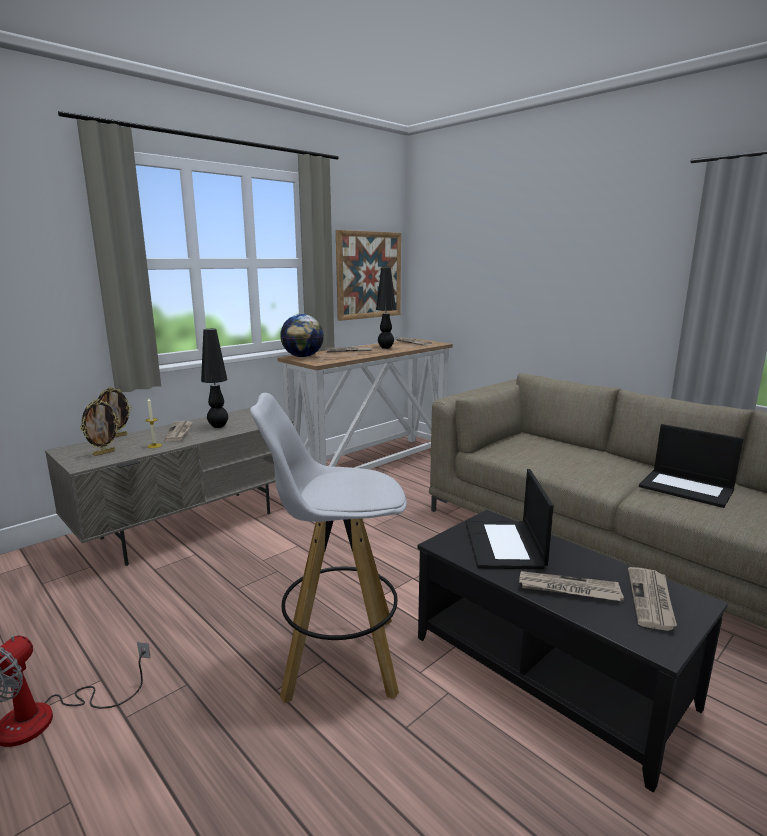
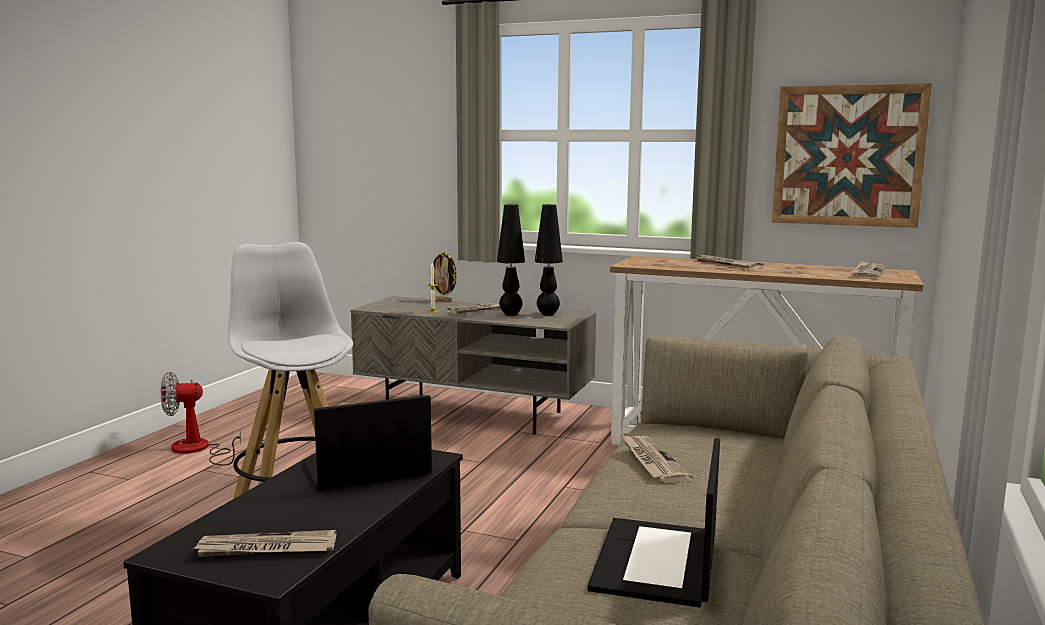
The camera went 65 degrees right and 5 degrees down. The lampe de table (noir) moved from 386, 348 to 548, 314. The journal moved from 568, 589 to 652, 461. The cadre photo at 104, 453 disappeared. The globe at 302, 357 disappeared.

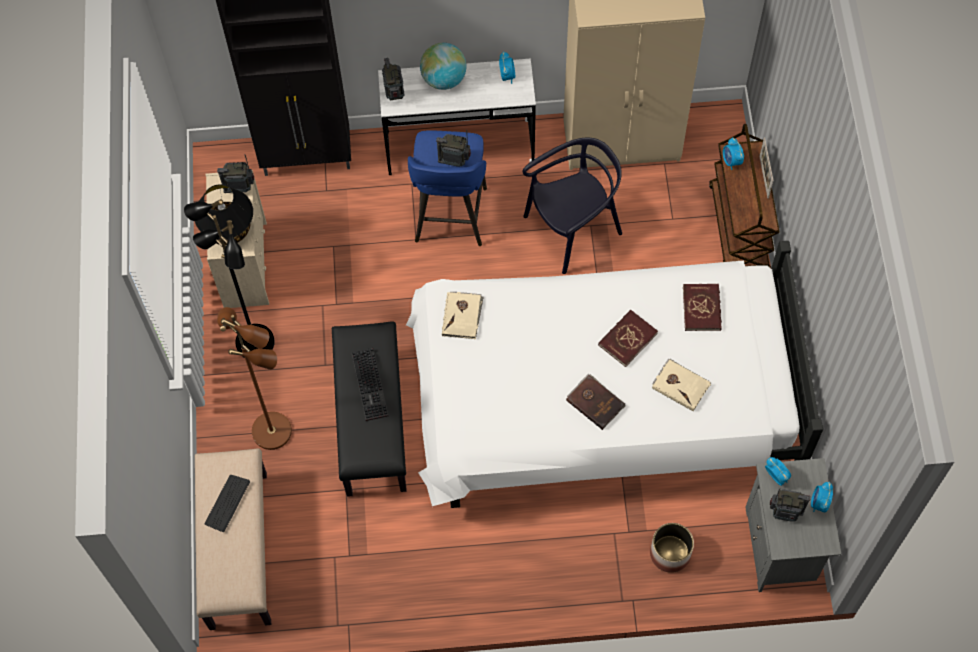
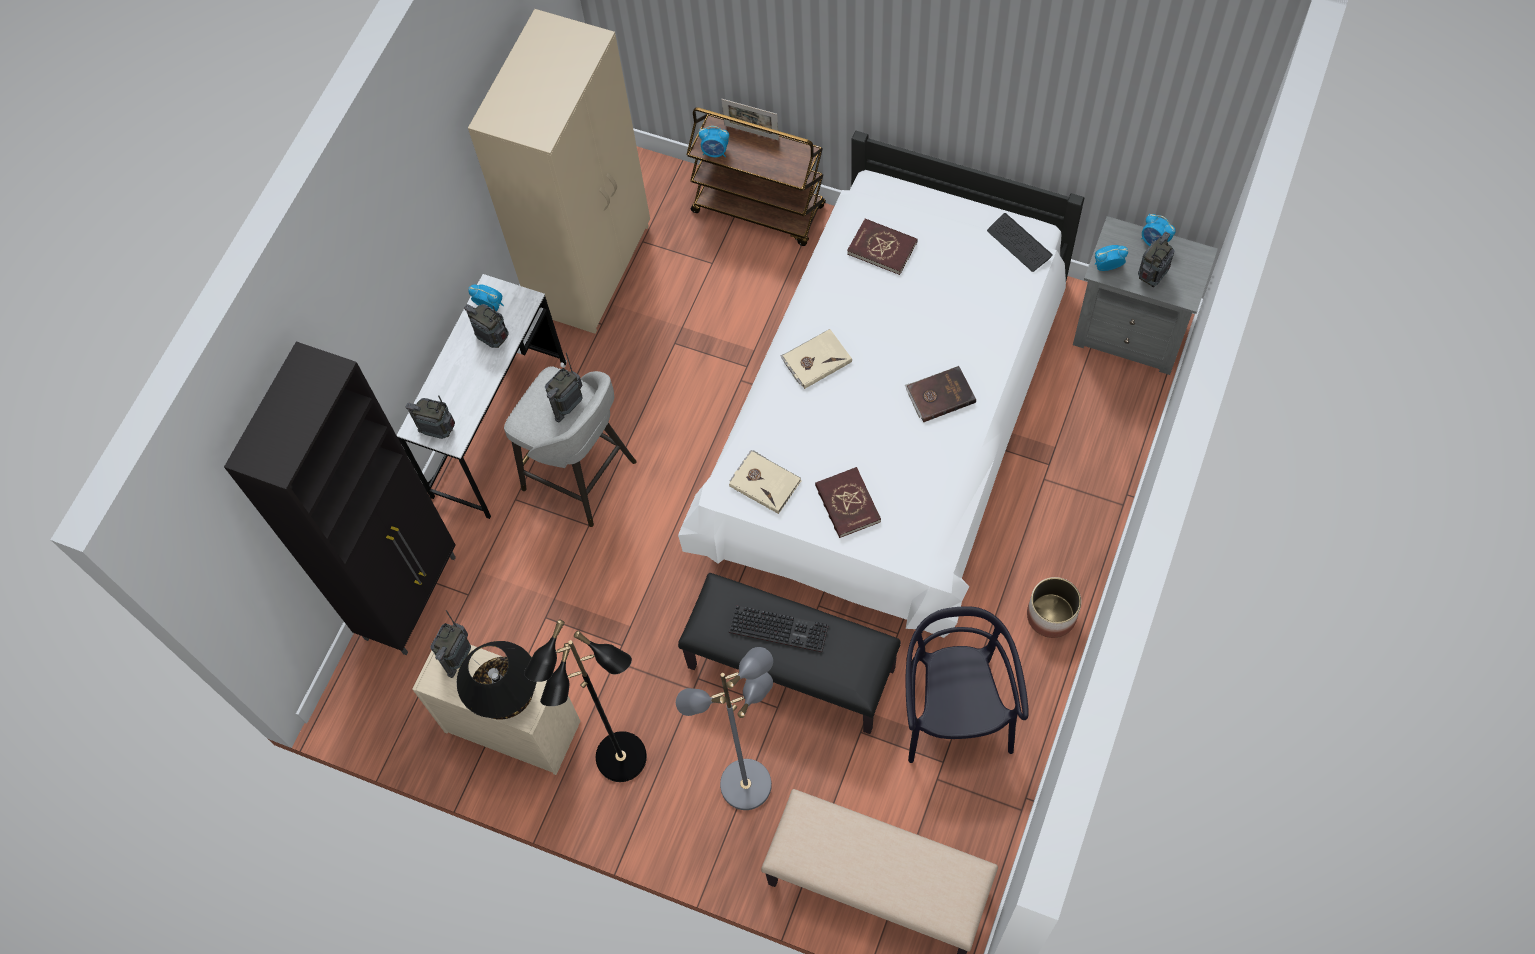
The camera went 60 degrees left and 0 degrees up. The radio at 494, 339 appeared. The tabouret (bleu) at 450, 217 became the tabouret (gris) at 582, 477. The lampadaire (marron) at 273, 430 became the lampadaire (gris) at 745, 783. The livre (beige) moved from 681, 385 to 816, 360. The livre (rouge) moved from 627, 339 to 847, 504. The chaise (noir) moved from 573, 229 to 955, 712. The clavier moved from 227, 503 to 1019, 243. The cache-pot moved from 670, 553 to 1051, 615. The globe at 444, 79 disappeared.

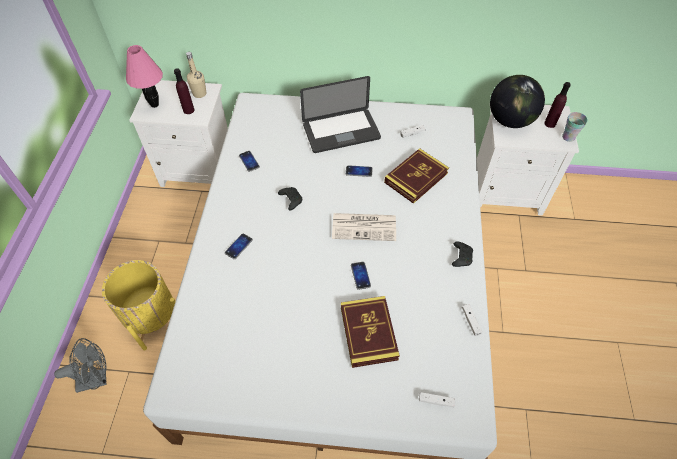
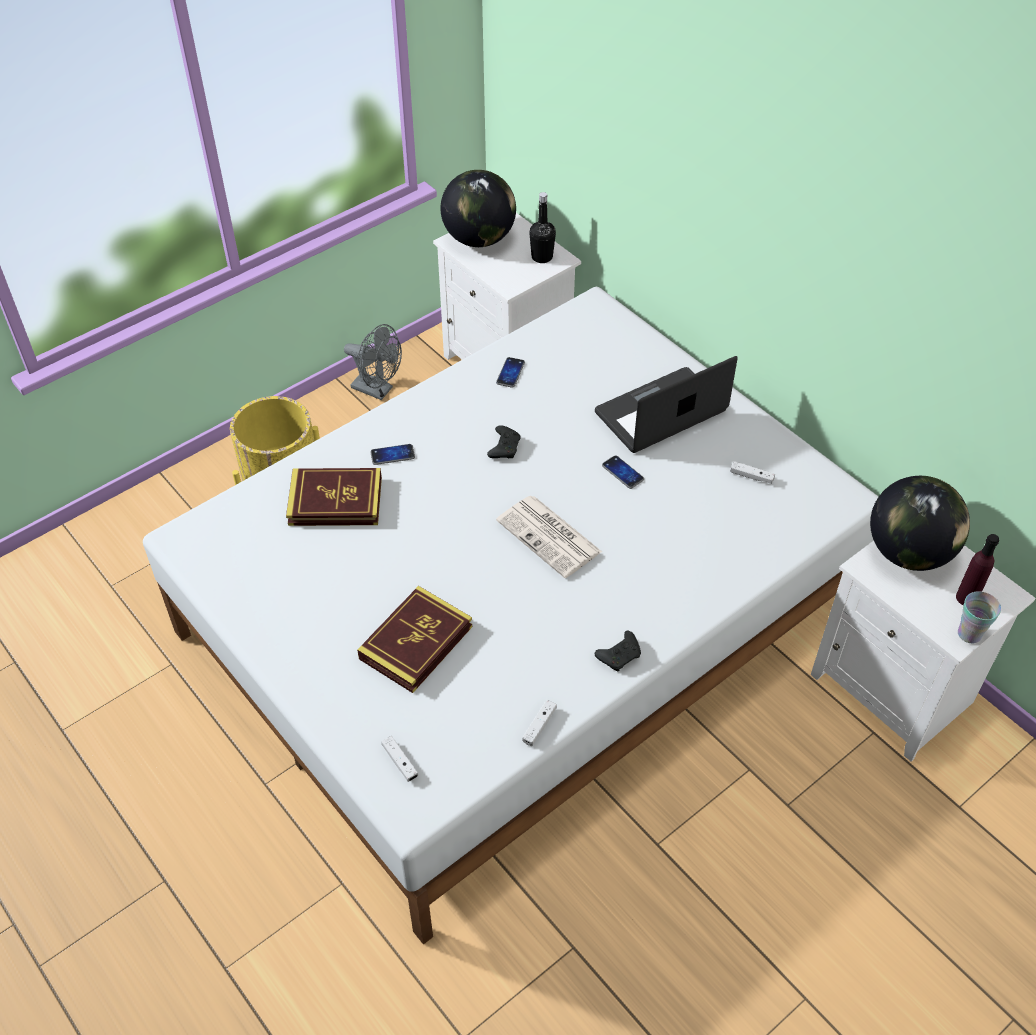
The camera went 45 degrees right and 5 degrees down. The livre moved from 416, 178 to 335, 501. The ventilateur (gris) moved from 97, 379 to 377, 390. The lampe de table (rose) at 155, 104 was replaced by the globe at 479, 239. The bouteille (beige) at 199, 94 became the bouteille (noir) at 542, 257. The ordinateur portable at 341, 132 turned 120 degrees clockwise. The bouteille (violet) at 188, 110 disappeared. The téléphone at 360, 276 disappeared.

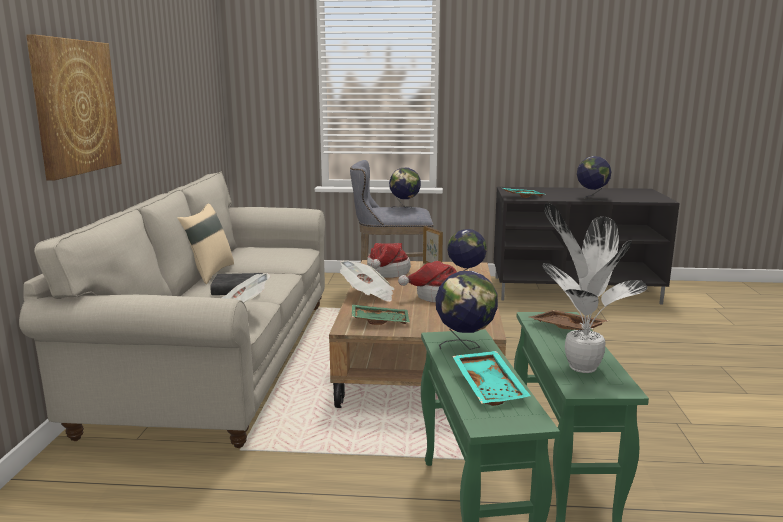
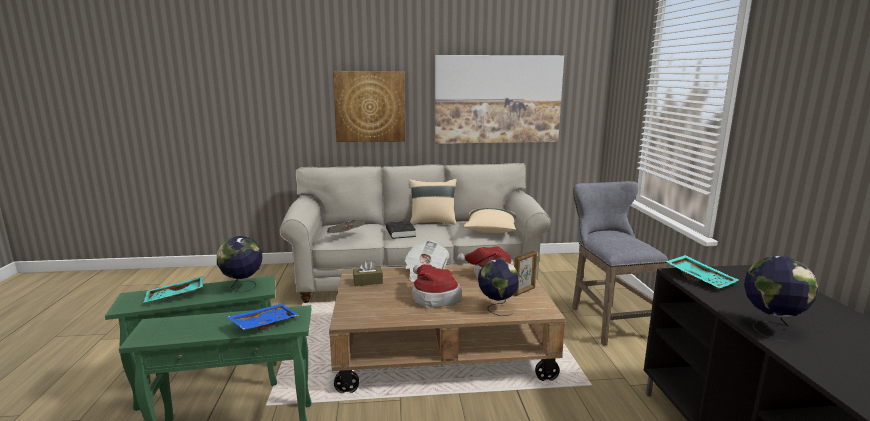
The camera went 80 degrees right and 0 degrees up. The plateau (marron) at 565, 329 became the plateau (bleu) at 264, 323. The plateau (vert) at 380, 321 was replaced by the boîte à mouchoirs (marron) at 368, 281. The tableau at 497, 99 appeared. The coussin (beige) at 490, 231 appeared. The globe at 405, 207 disappeared. The plante en pot at 579, 367 disappeared.

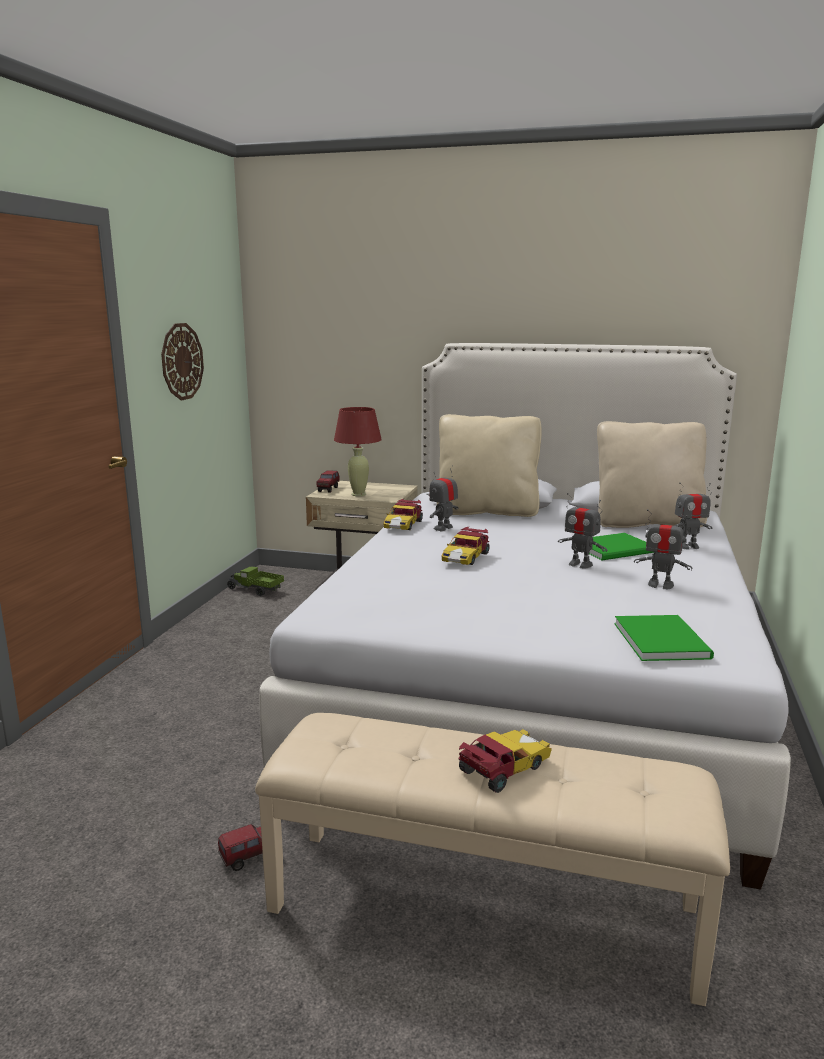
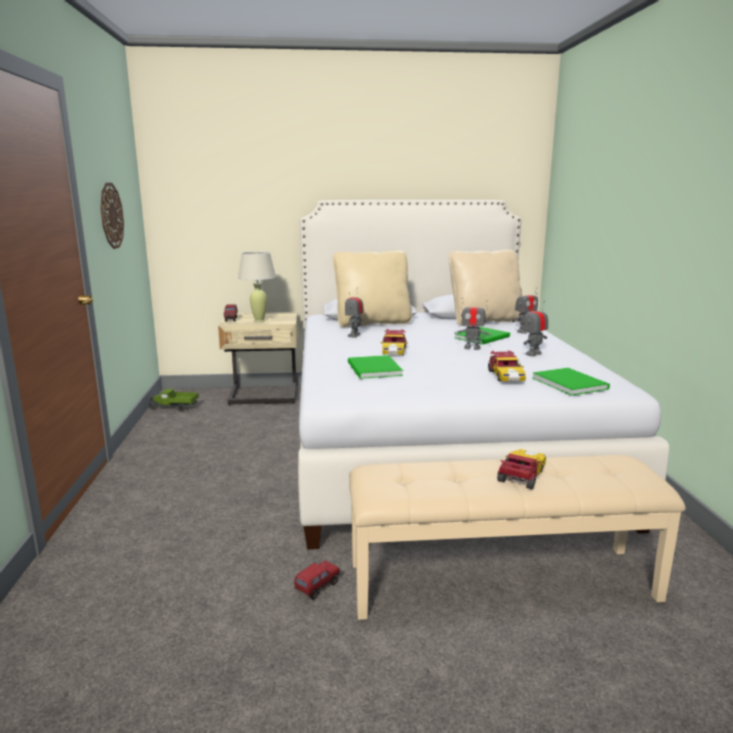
The camera went 20 degrees left and 0 degrees up. The lampe de table (rouge) at 358, 494 became the lampe de table (beige) at 259, 321. The livre (vert) at 373, 369 appeared. The petite voiture moved from 403, 525 to 506, 376. The robot jouet at 660, 585 turned 135 degrees clockwise.

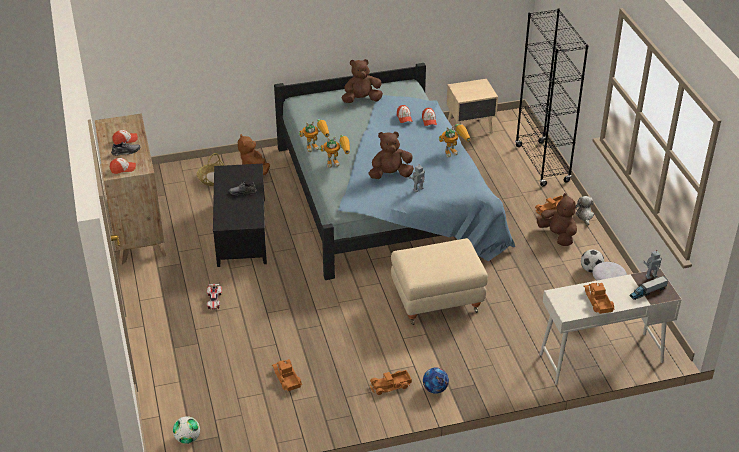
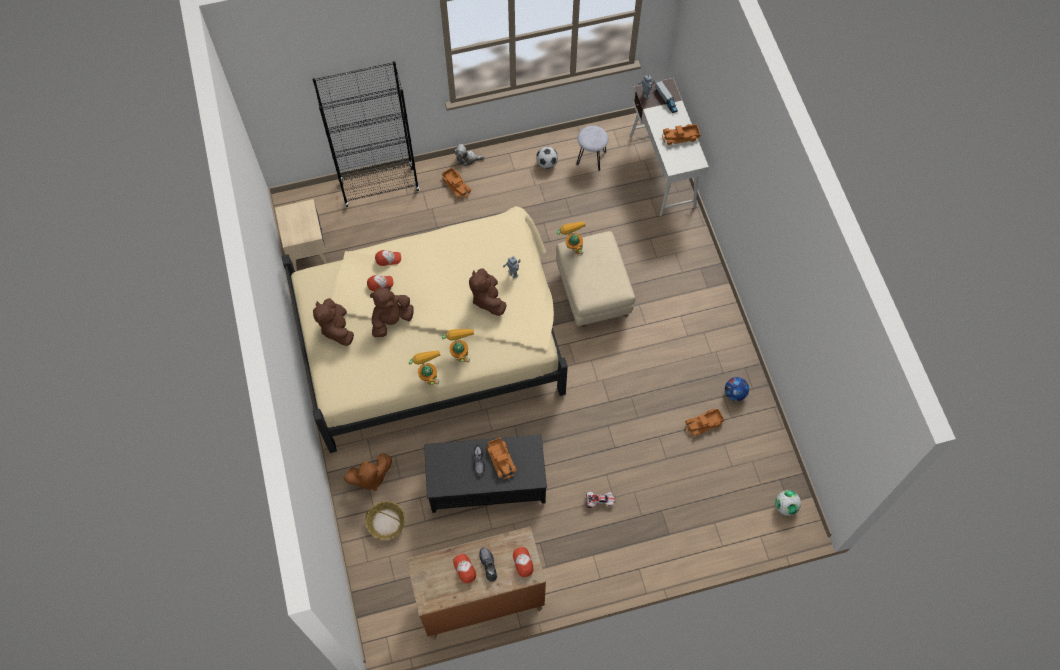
The camera went 90 degrees left and 25 degrees up. The lit (bleu) at 386, 199 became the lit (beige) at 434, 336. The peluche (marron) moved from 557, 235 to 391, 320. The camion jouet moved from 391, 386 to 501, 459. The robot jouet moved from 454, 151 to 572, 246. The ballon de foot moved from 435, 389 to 735, 393.

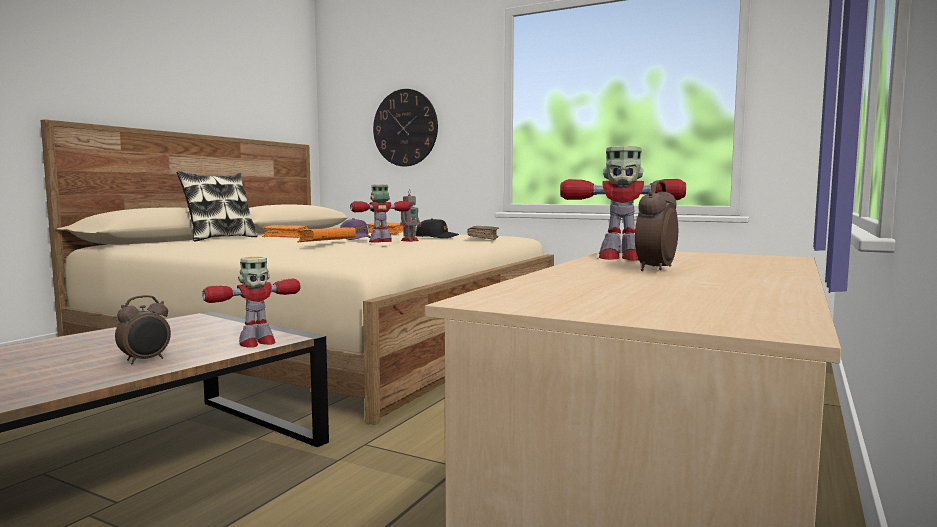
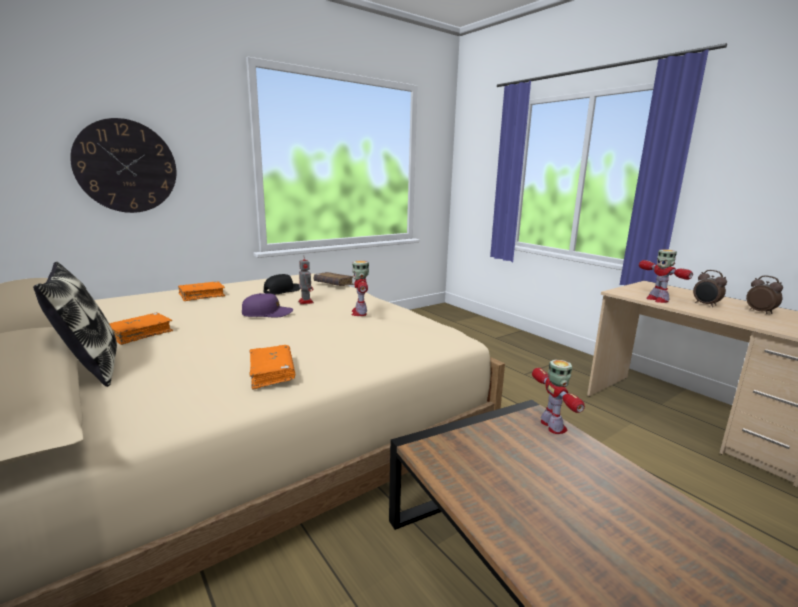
The camera went 65 degrees left and 10 degrees up. The livre (orange) moved from 326, 242 to 272, 373. The robot jouet at 619, 258 turned 120 degrees clockwise. The réveil moved from 146, 360 to 760, 312.

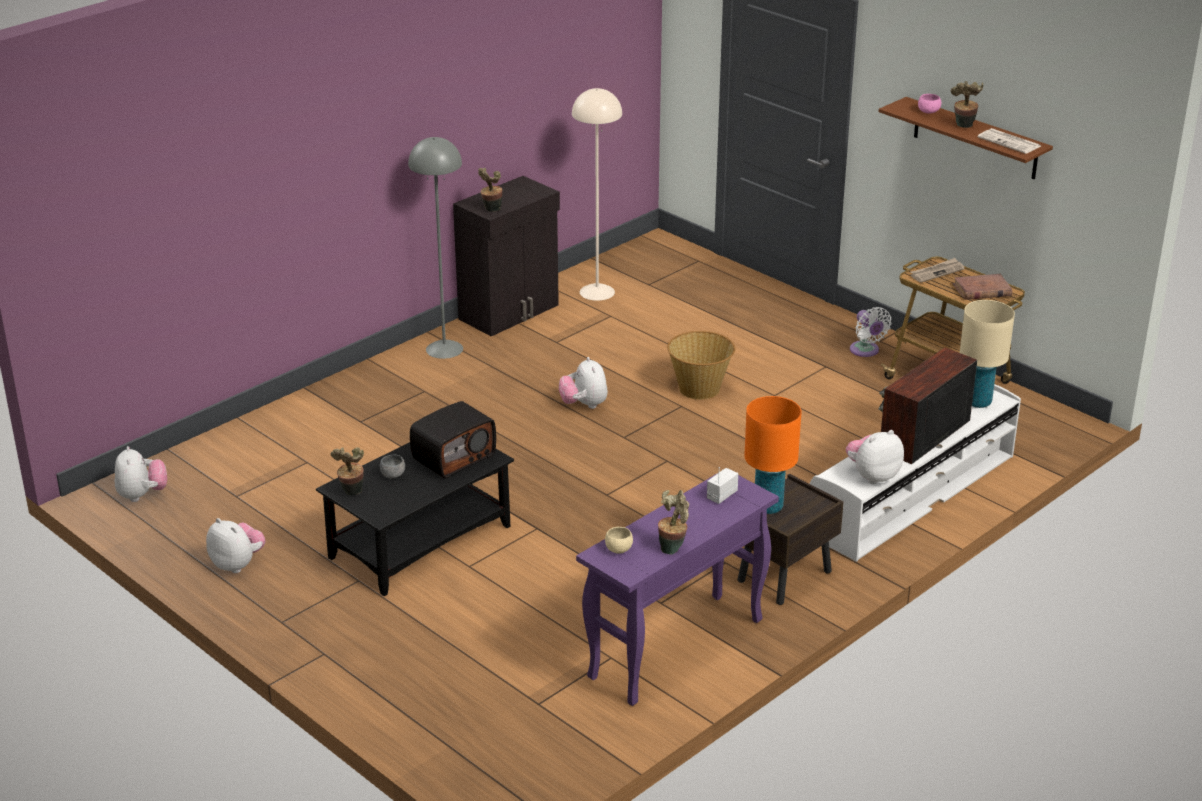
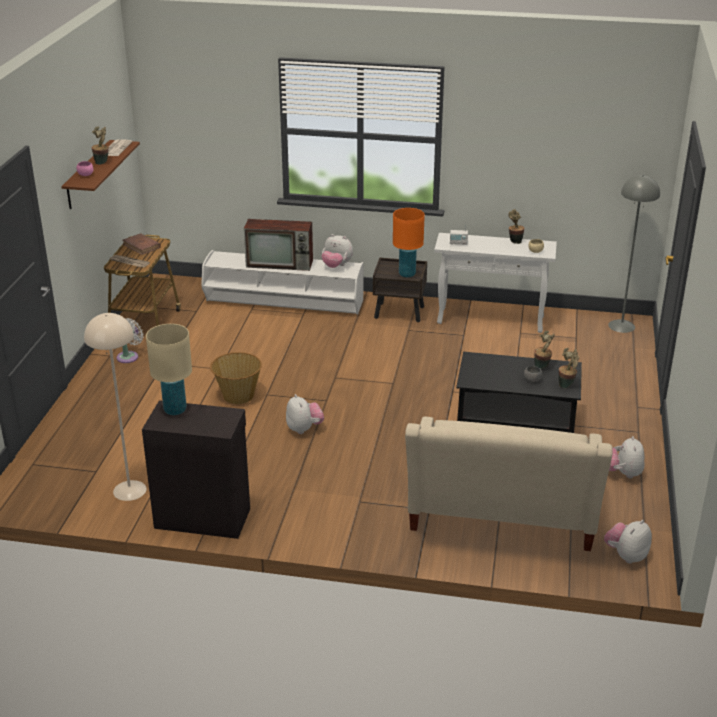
The camera went 125 degrees left and 0 degrees up. The lampe de table (beige) moved from 978, 402 to 175, 410. The peluche at 584, 405 turned 60 degrees counterclockwise. The canapé (beige) at 501, 520 appeared. The table console (violet) at 675, 650 became the table console (blanc) at 491, 320. The plante en pot moved from 491, 210 to 542, 366. The lampadaire (gris) moved from 444, 349 to 622, 326. The radio at 453, 457 disappeared.

